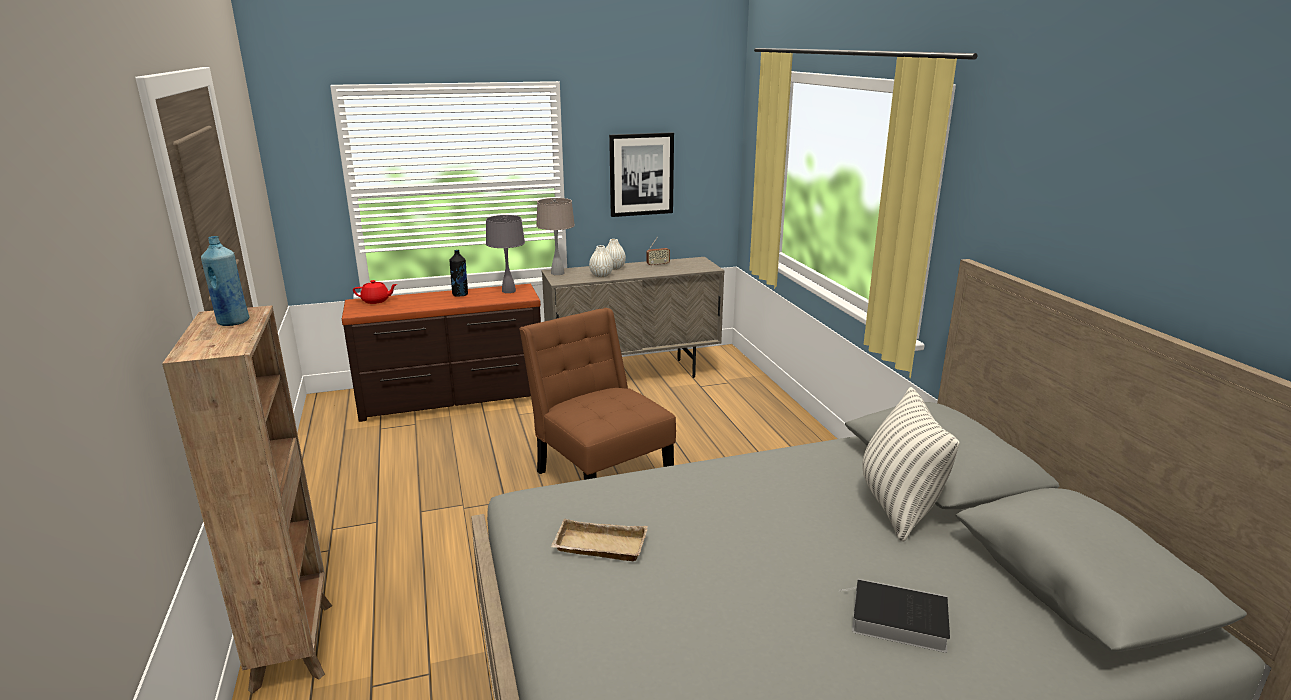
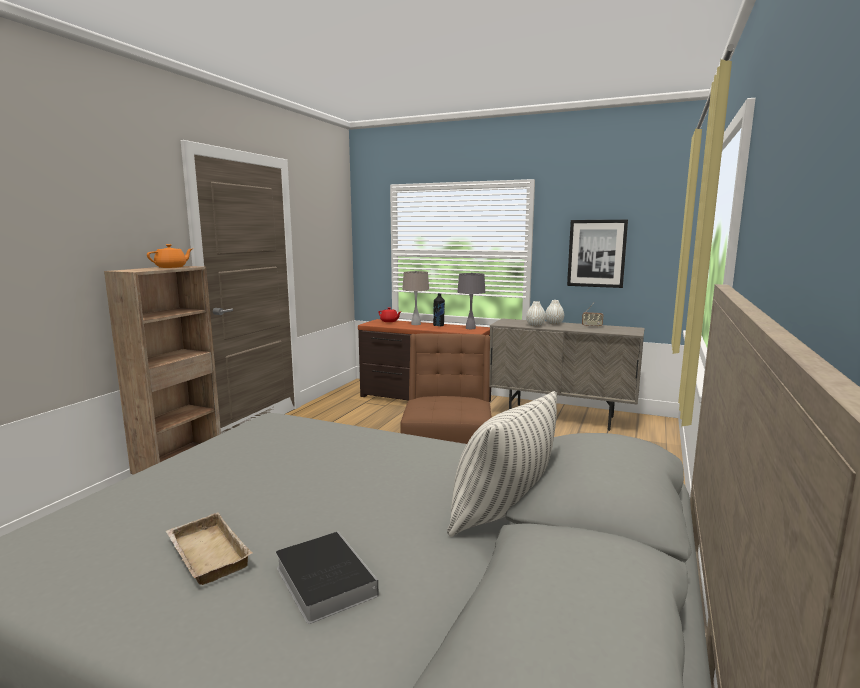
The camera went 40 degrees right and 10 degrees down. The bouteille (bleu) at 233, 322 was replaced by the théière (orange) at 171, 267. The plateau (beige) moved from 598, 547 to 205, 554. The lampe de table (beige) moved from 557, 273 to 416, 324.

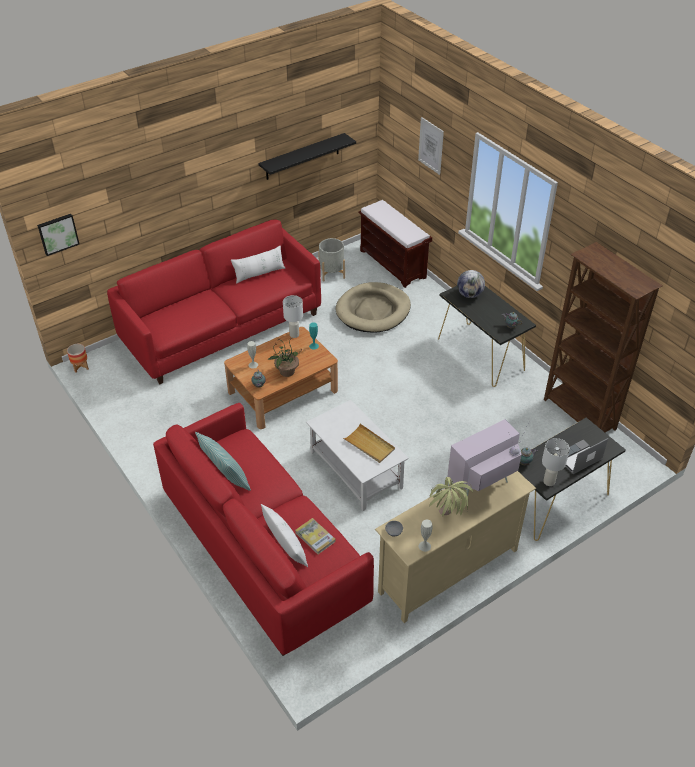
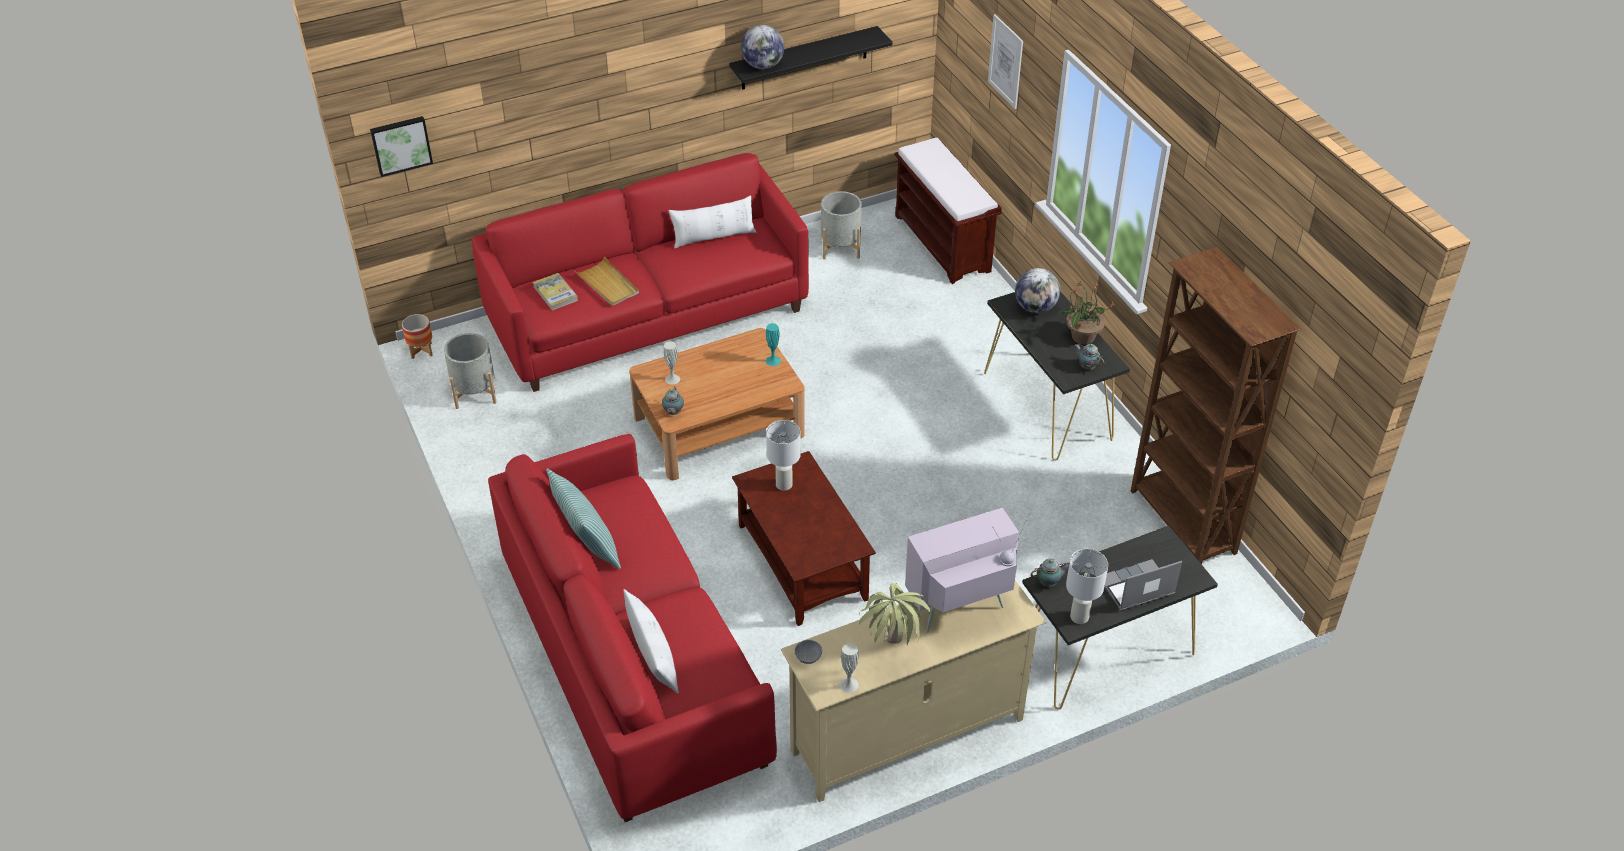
The camera went 10 degrees right and 0 degrees up. The cache-pot (gris) at 475, 392 appeared. The livre moved from 315, 537 to 555, 293. The plateau (beige) moved from 369, 445 to 608, 284. The table basse (blanc) at 355, 470 became the table basse (marron) at 801, 561. The globe at 763, 65 appeared. The lampe de table (blanc) moved from 294, 335 to 783, 485. The plante en pot moved from 286, 371 to 1082, 337. The panier pour chien (beige) at 373, 310 disappeared.

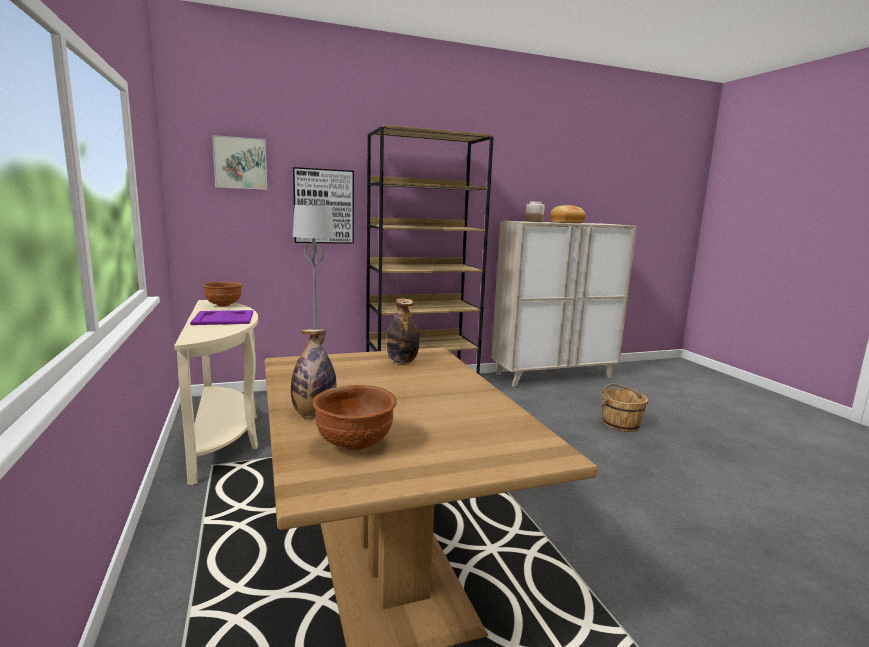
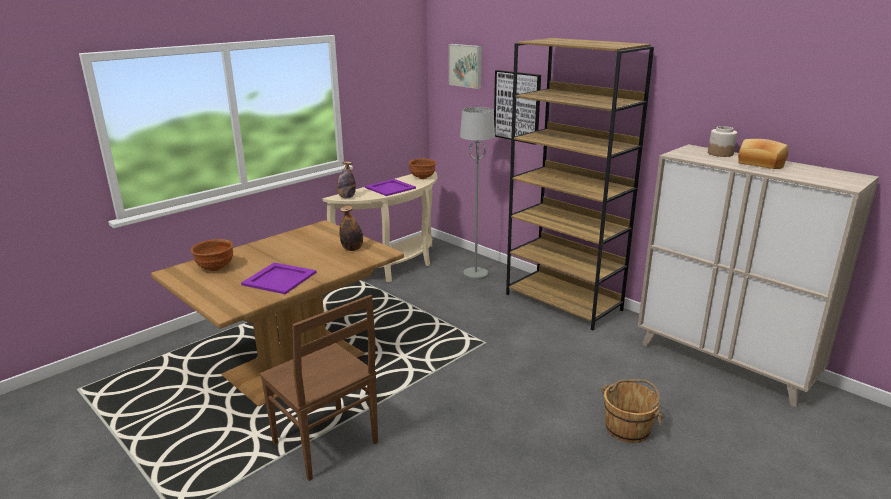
The camera went 65 degrees right and 10 degrees up. The plateau (violet) at 279, 279 appeared. The chaise (marron) at 327, 444 appeared. The bouteille moved from 314, 414 to 346, 197.

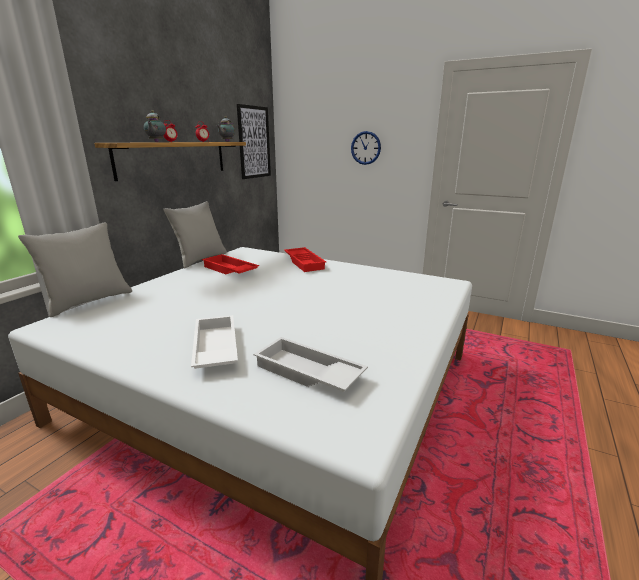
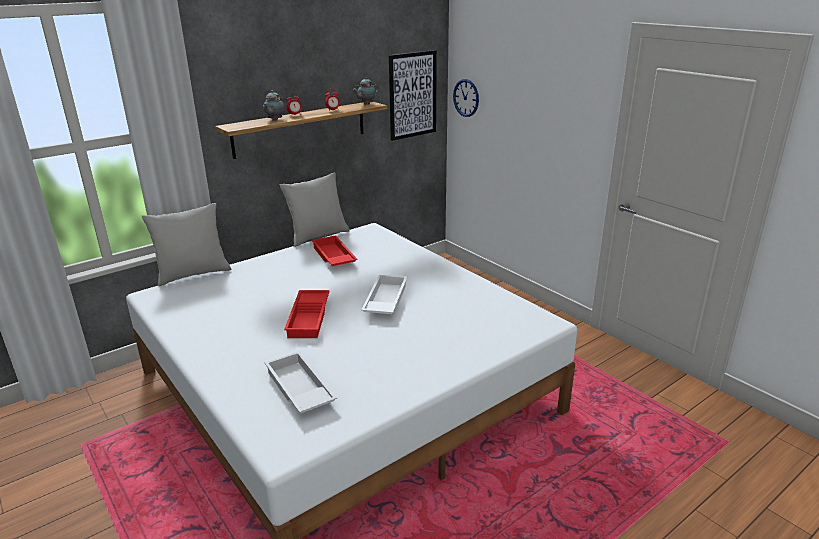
The camera went 25 degrees right and 5 degrees up. The plateau (rouge) moved from 305, 262 to 310, 318. The plateau (blanc) moved from 214, 348 to 384, 300. The horloge murale moved from 365, 148 to 466, 98.

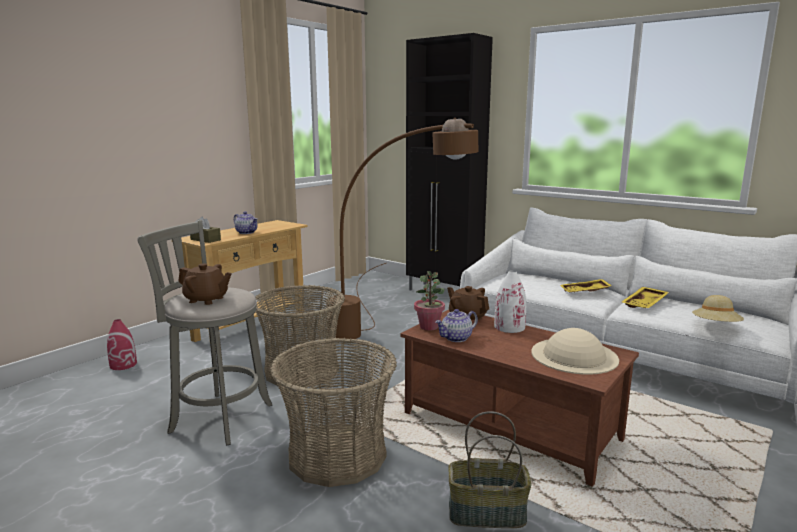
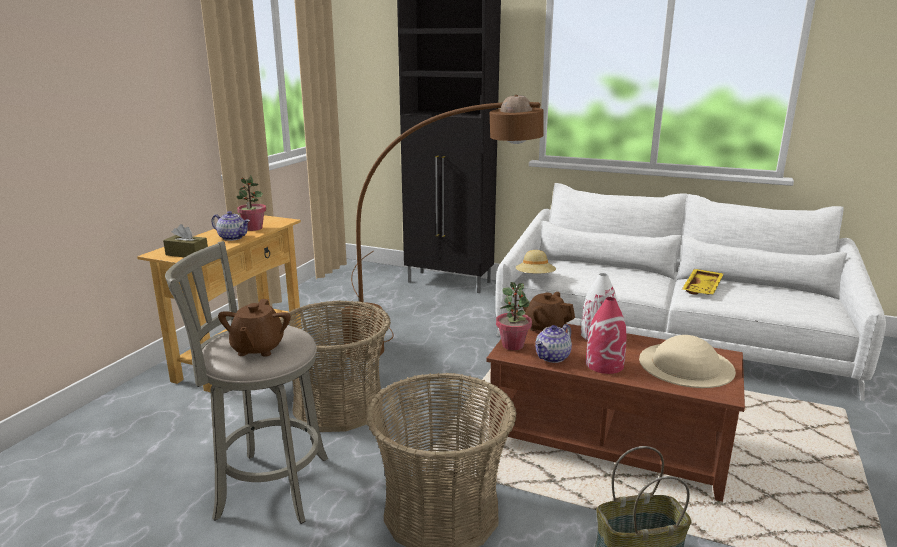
The camera went 15 degrees left and 5 degrees up. The théière (marron) at 206, 300 turned 90 degrees clockwise. The plante en pot at 253, 228 appeared. The chapeau (beige) moved from 716, 326 to 535, 277. The vase (rouge) moved from 123, 365 to 604, 365. The plateau (jaune) at 585, 292 disappeared.

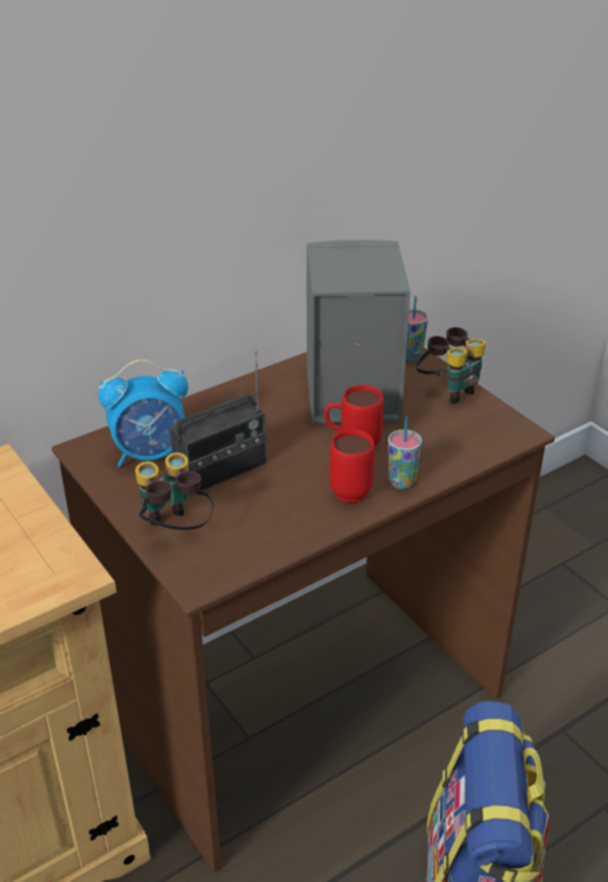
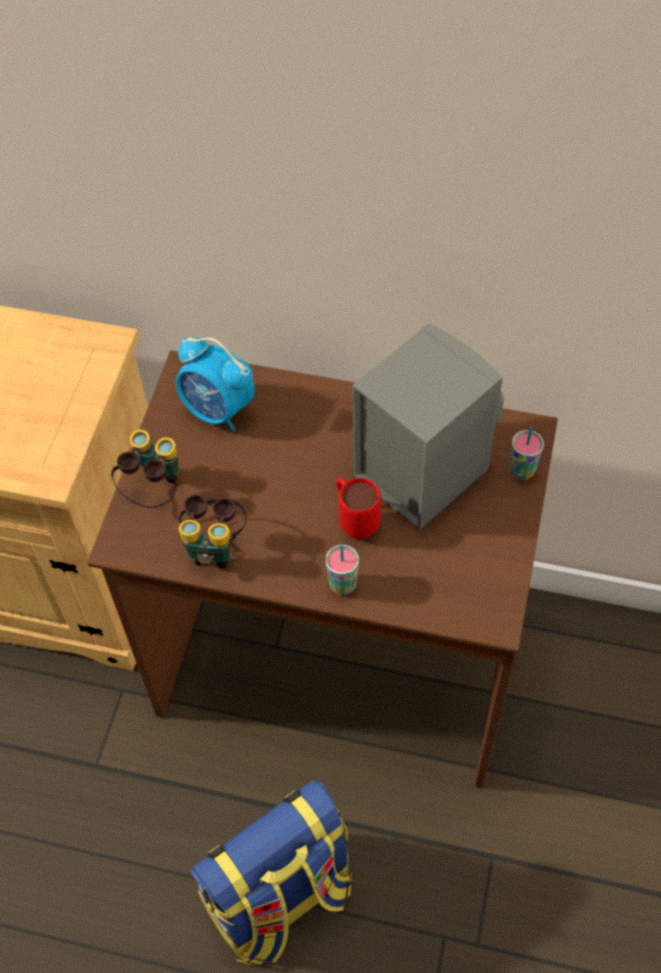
The camera went 50 degrees right and 20 degrees up. The jumelles moved from 449, 390 to 214, 546. The radio at 221, 471 disappeared. The mug (rouge) at 352, 488 disappeared.

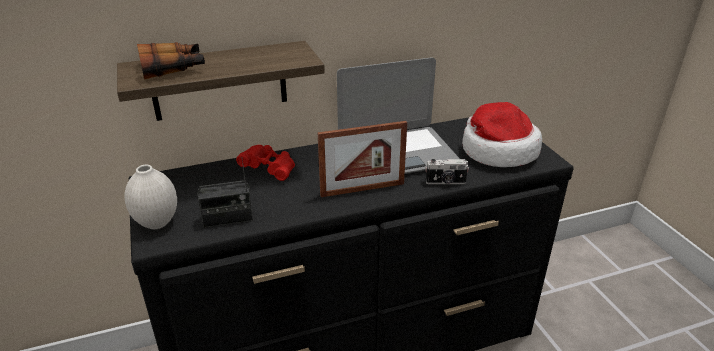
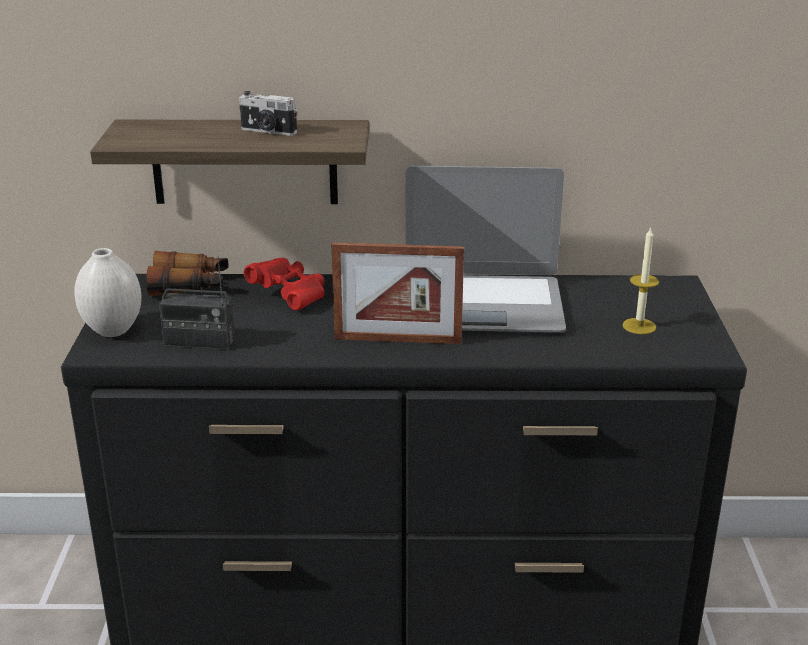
The camera went 20 degrees right and 5 degrees down. The jumelles moved from 173, 68 to 190, 285. The appareil photo moved from 445, 182 to 268, 131. The chapeau at 497, 150 was replaced by the bougie at 639, 326.

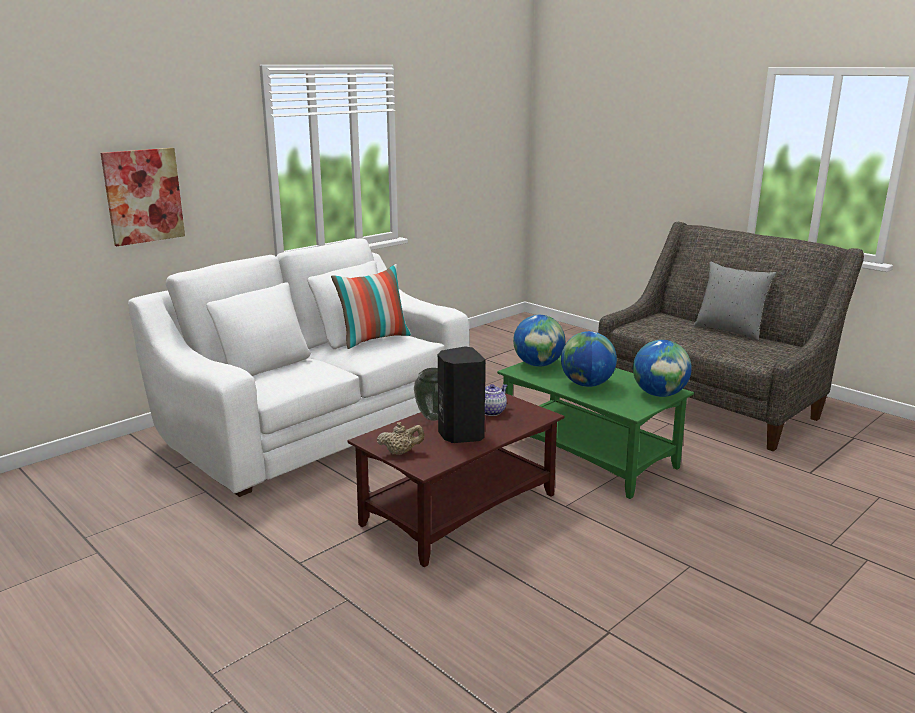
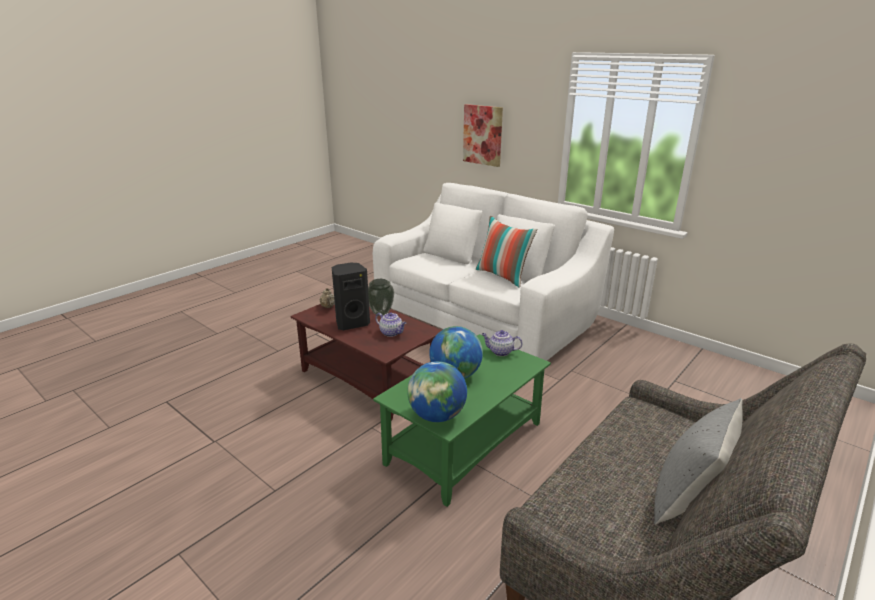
The camera went 85 degrees right and 5 degrees up. The globe at 538, 364 was replaced by the théière at 500, 352.

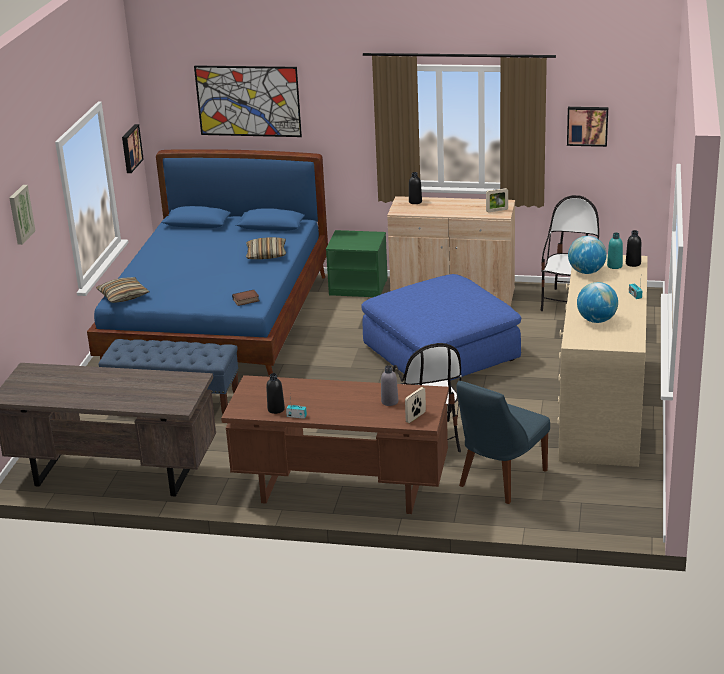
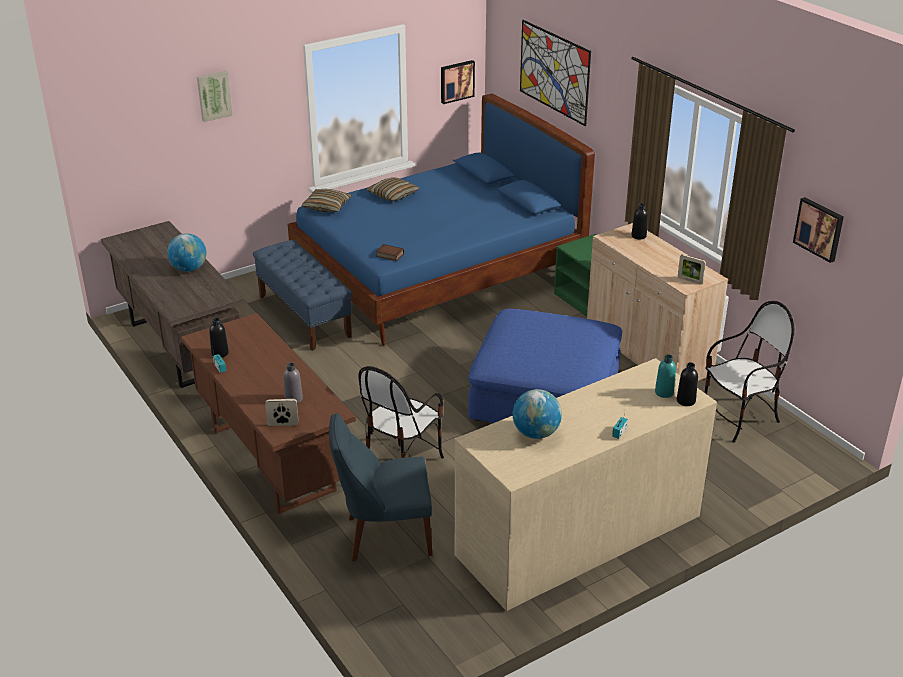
The camera went 45 degrees right and 5 degrees up. The globe moved from 586, 272 to 189, 269. The coussin moved from 266, 254 to 393, 195.

